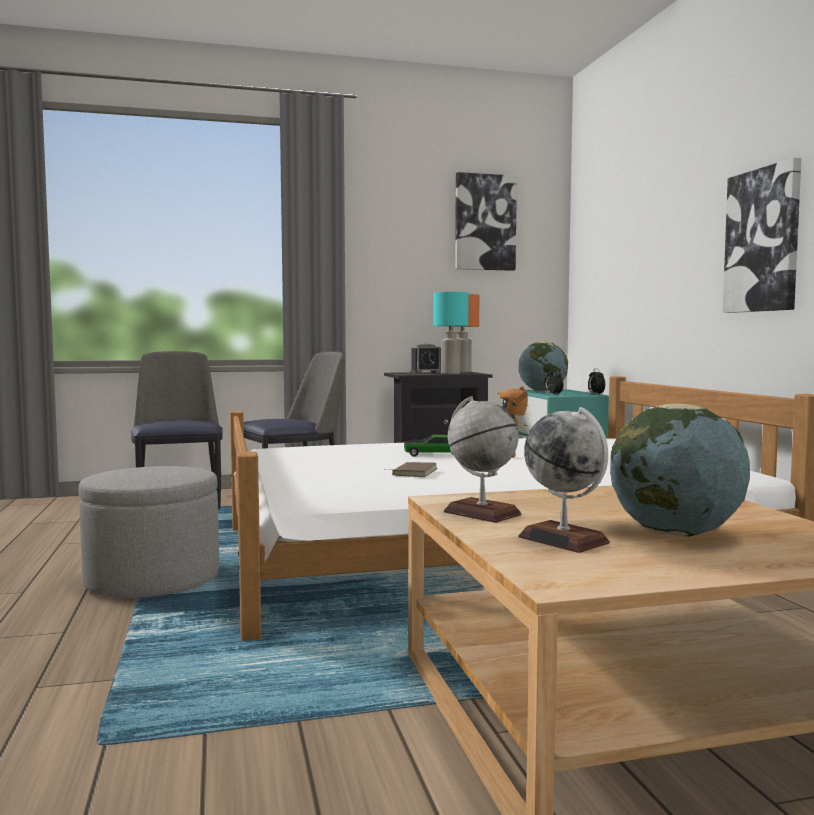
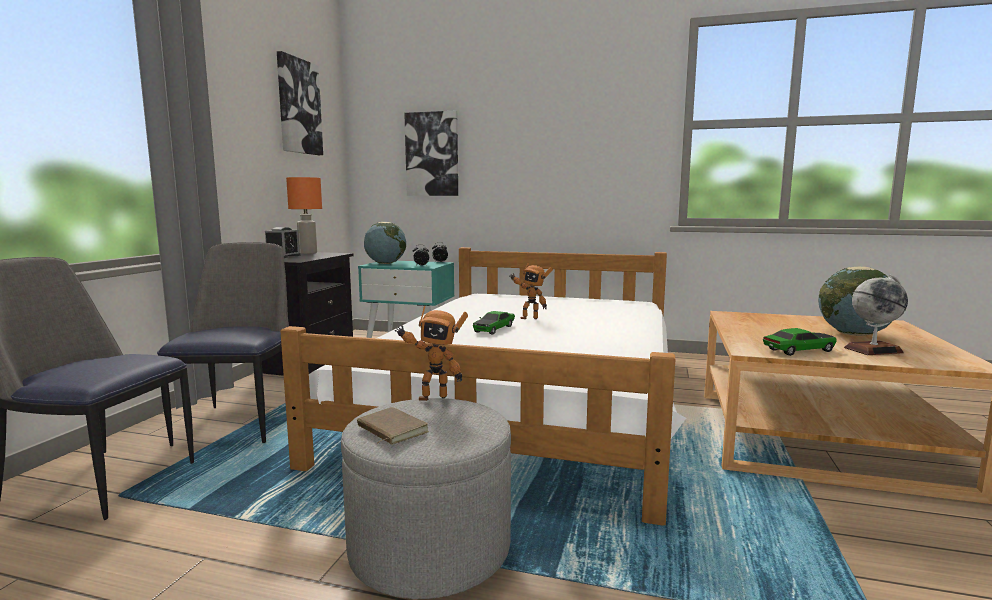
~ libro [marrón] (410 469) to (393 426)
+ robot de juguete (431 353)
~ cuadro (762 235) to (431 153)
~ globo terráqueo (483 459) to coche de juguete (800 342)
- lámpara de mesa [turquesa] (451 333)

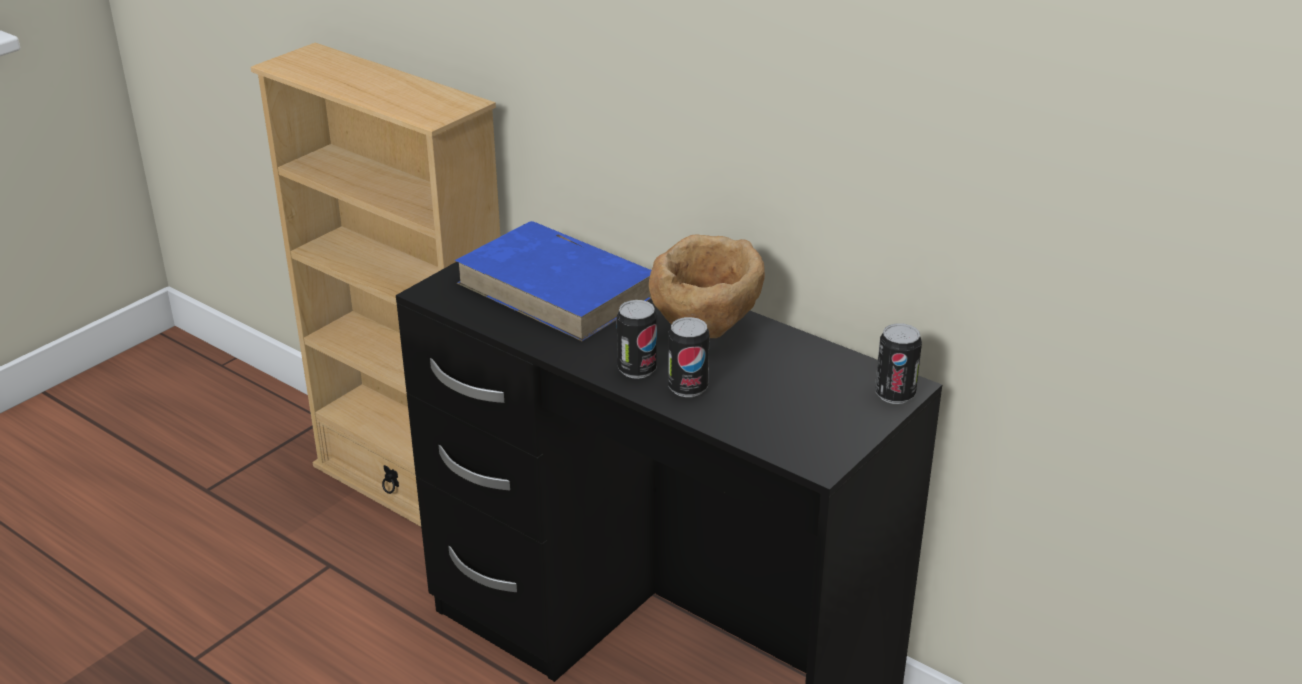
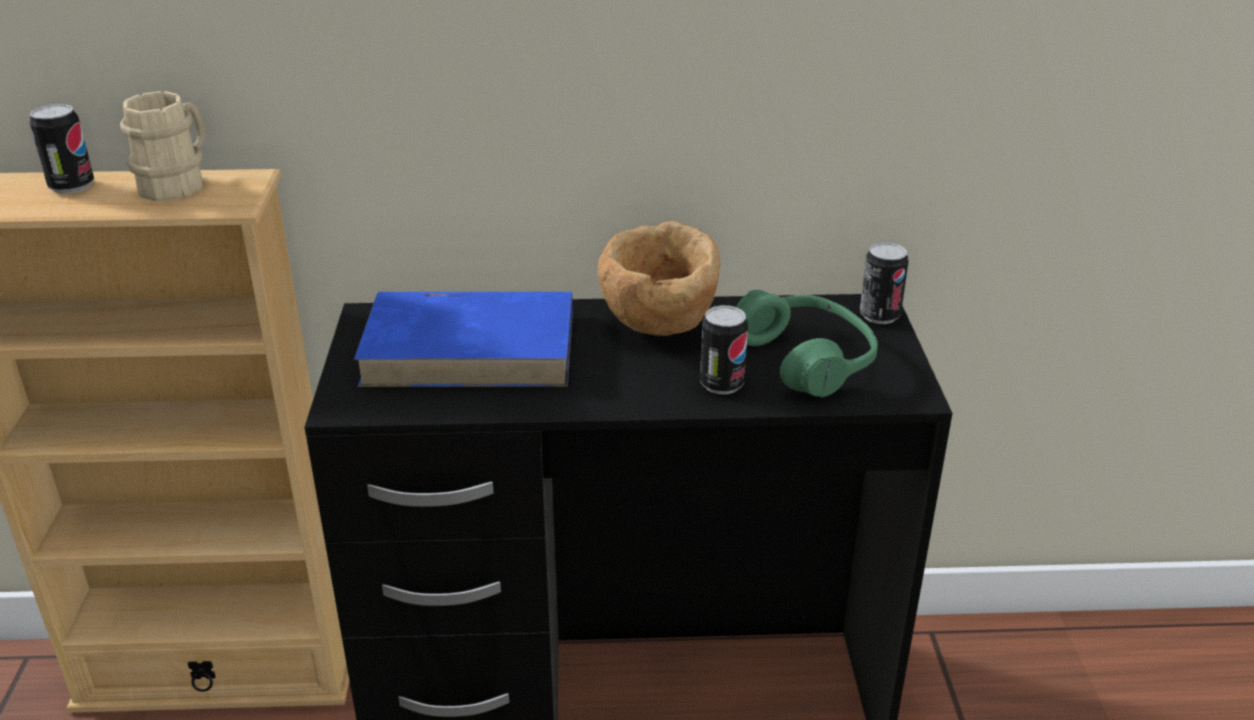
~ lata (637 339) to (61 149)
+ taza grande [beis] (162 146)
+ auriculares [verde] (807 343)

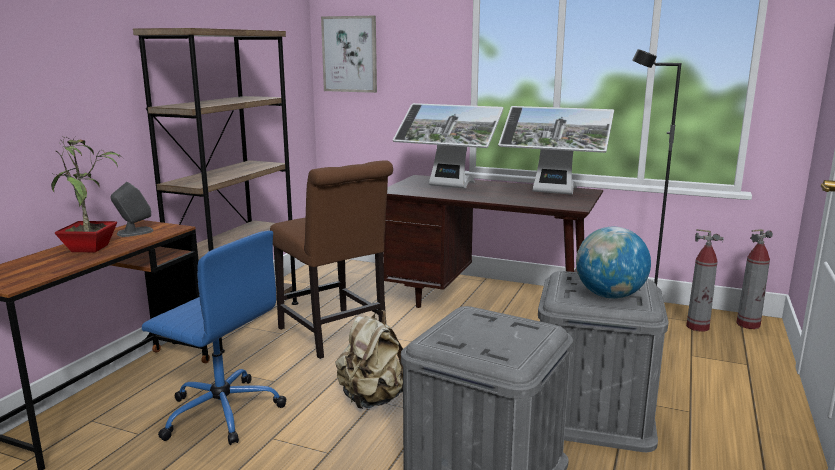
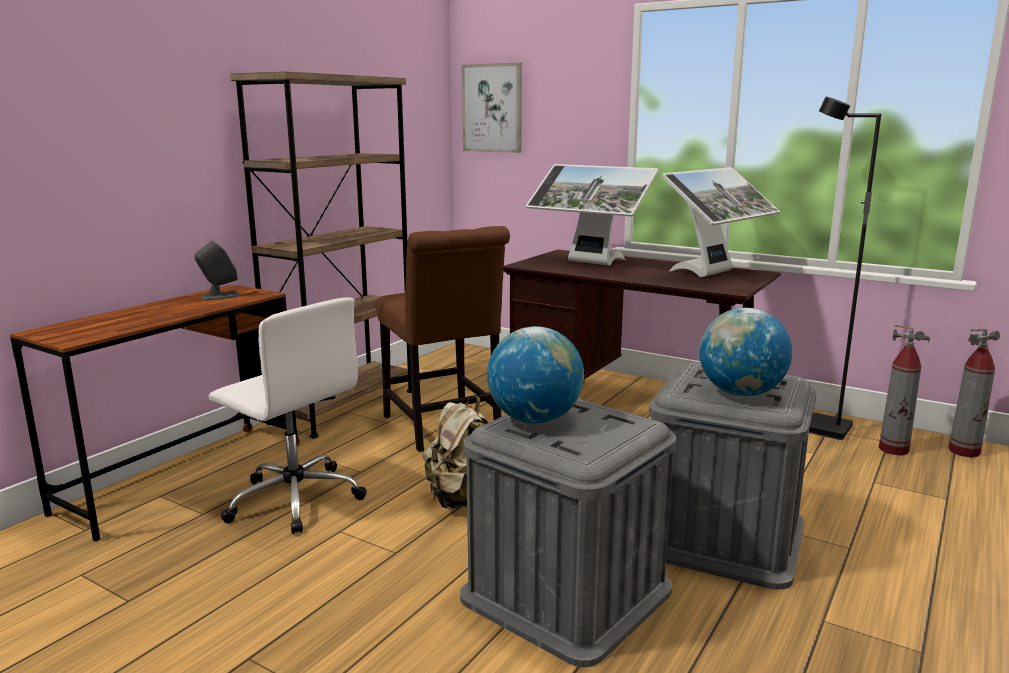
~ silla de oficina [azul] (214 338) to silla de oficina [blanco] (288 415)
+ globo terráqueo (535 375)
~ monitor (556 150) = (721 222) 75 degrees counterclockwise
- planta en maceta (87 194)

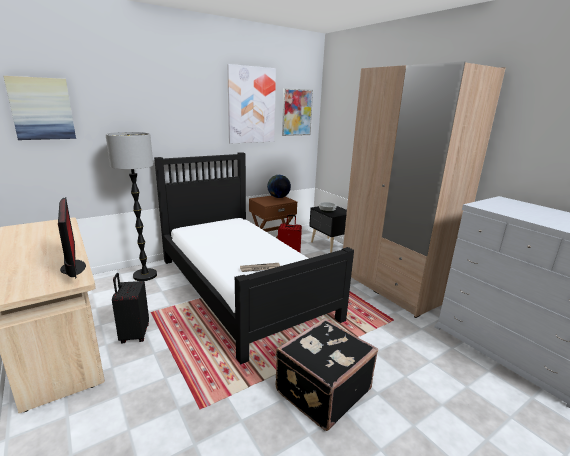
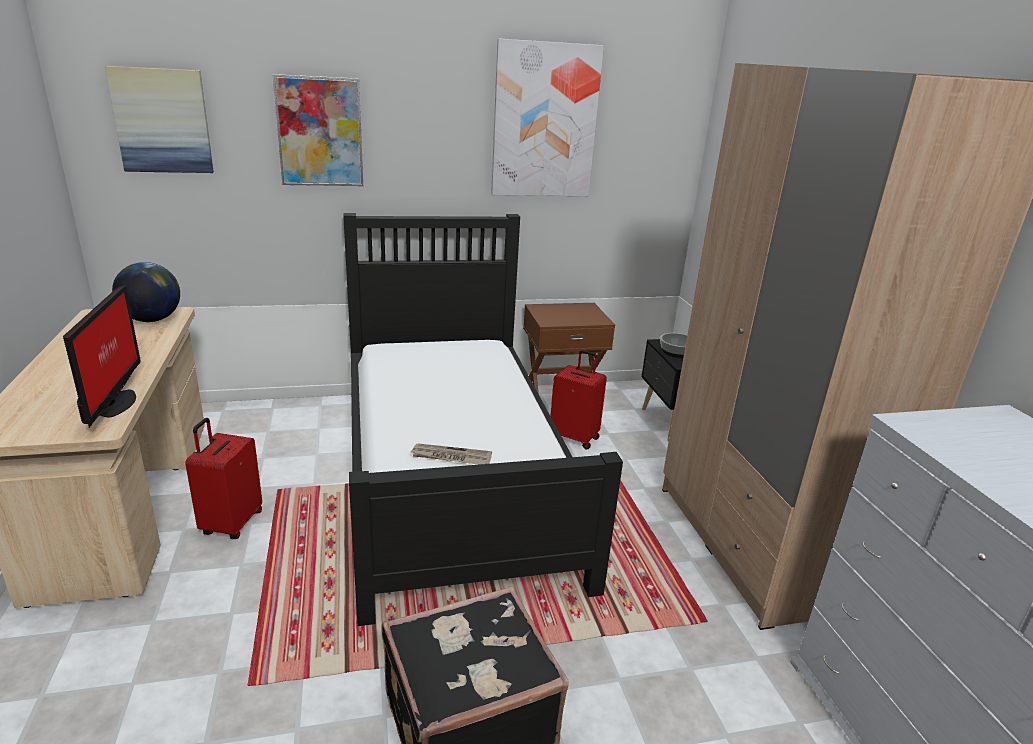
~ globo terráqueo (279 186) to (146 292)
~ maleta [negro] (130 308) to maleta [rojo] (223 478)
~ cuadro (297 112) to (317 130)
- lámpara de pie (131 206)

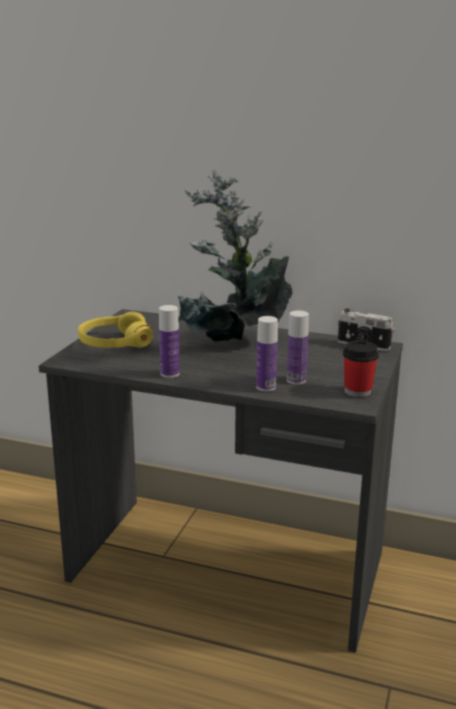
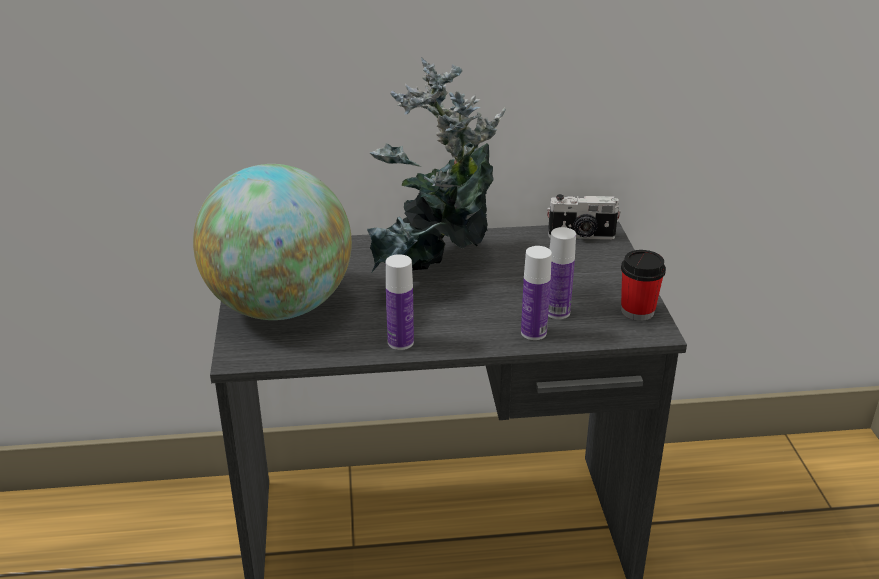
~ auriculares [amarillo] (115 330) to globo terráqueo (272 242)

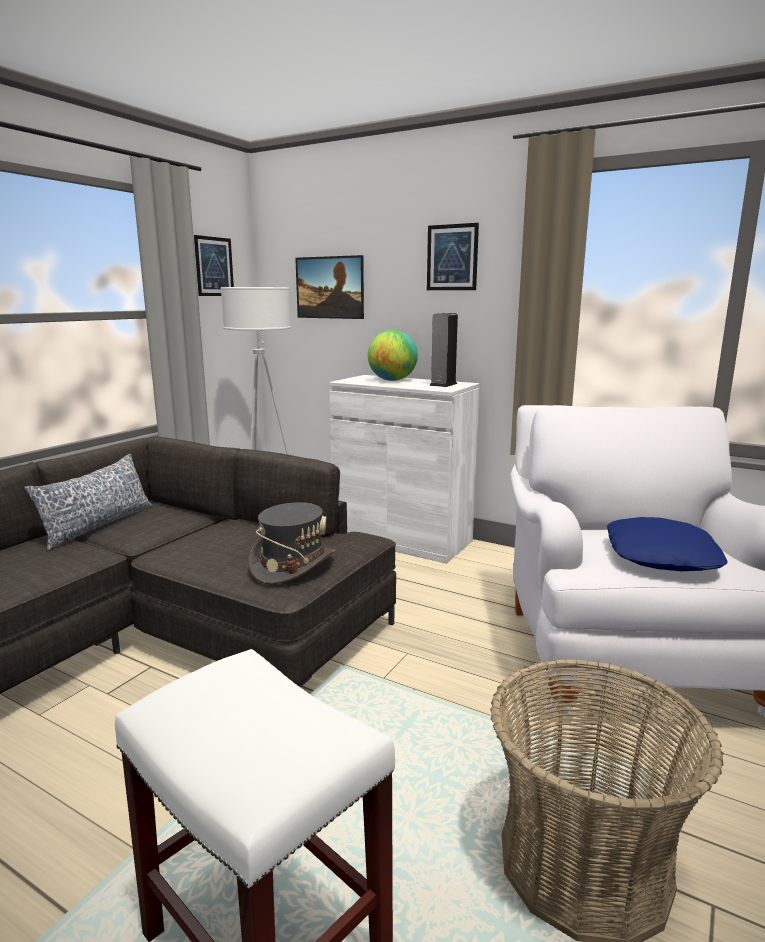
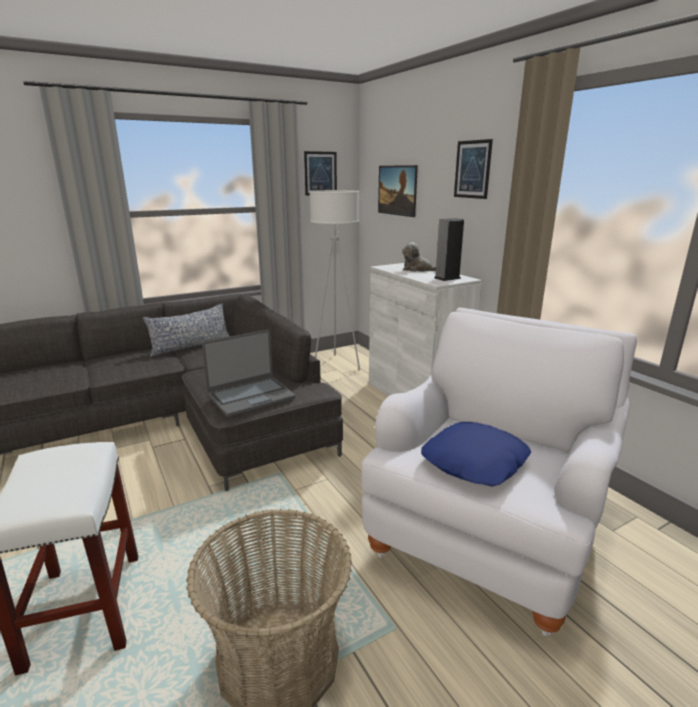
~ sombrero [gris] (291 543) to portátil (248 373)
~ globo terráqueo (393 355) to peluche (419 257)

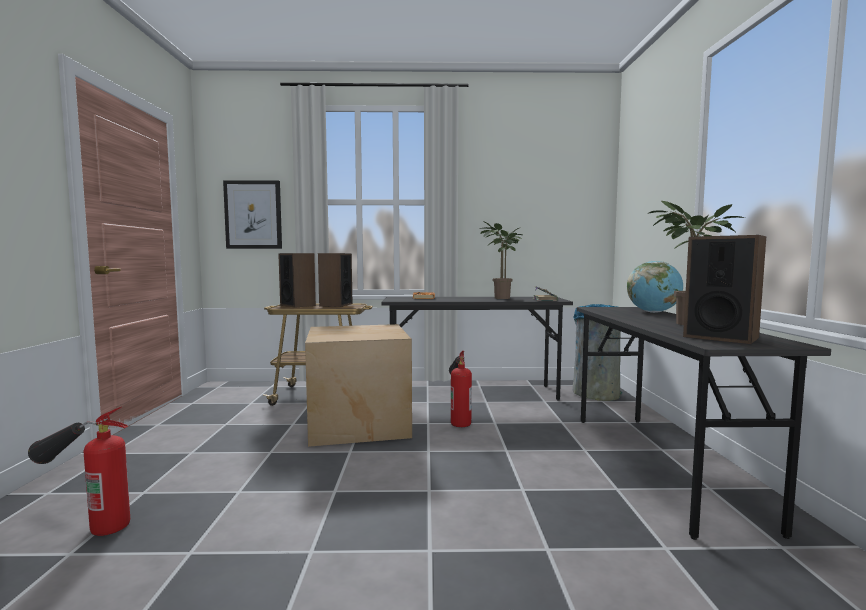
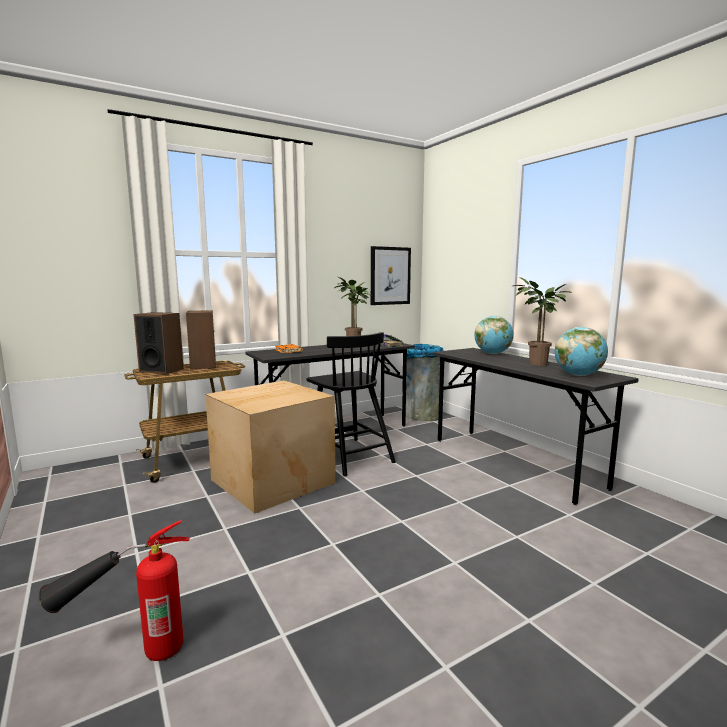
~ extintor (460 389) to silla [negro] (351 404)
~ cuadro (252 214) to (391 275)
~ altavoz (724 289) to globo terráqueo (581 351)

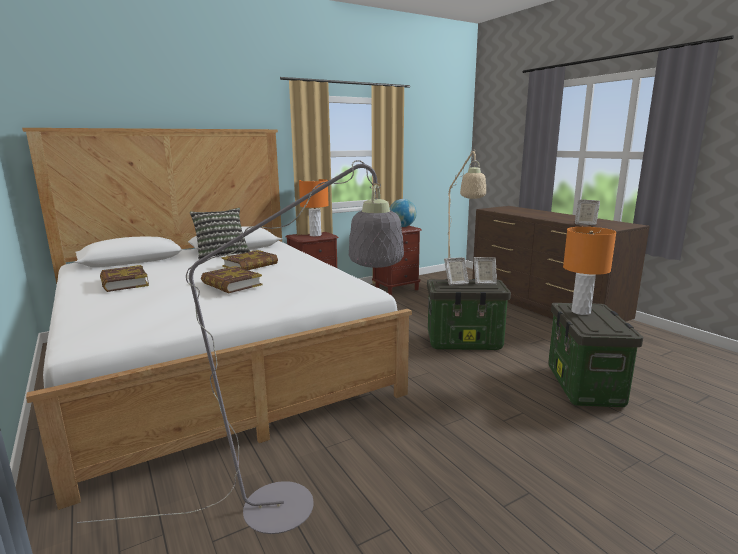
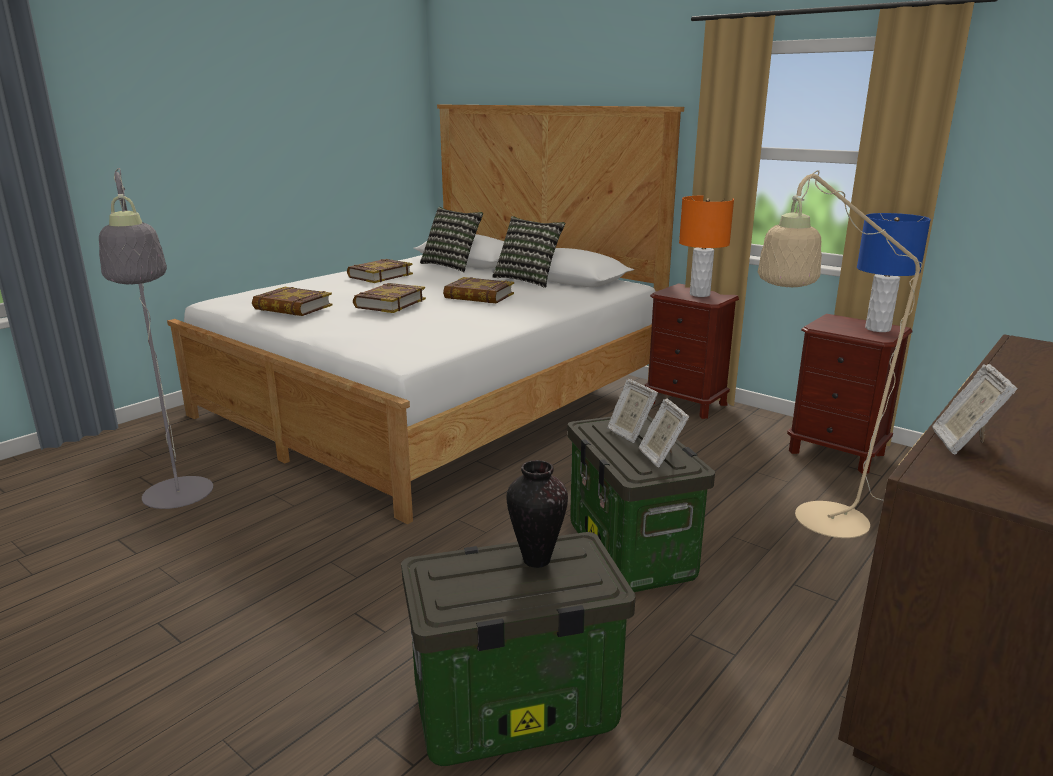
+ libro (292 301)
+ cojín (451 239)
~ lámpara de mesa [naranja] (589 271) to florero (537 514)
~ globo terráqueo (403 213) to lámpara de mesa [azul] (894 272)

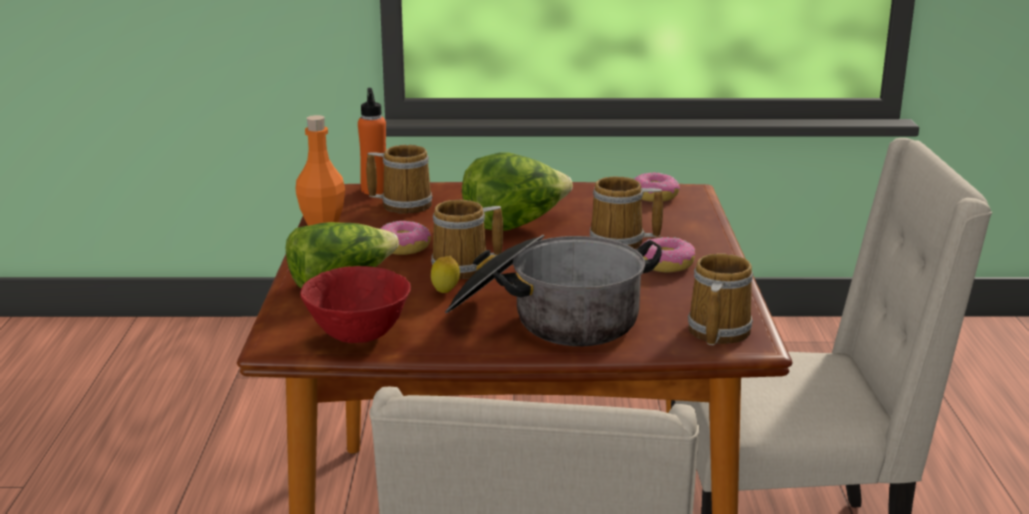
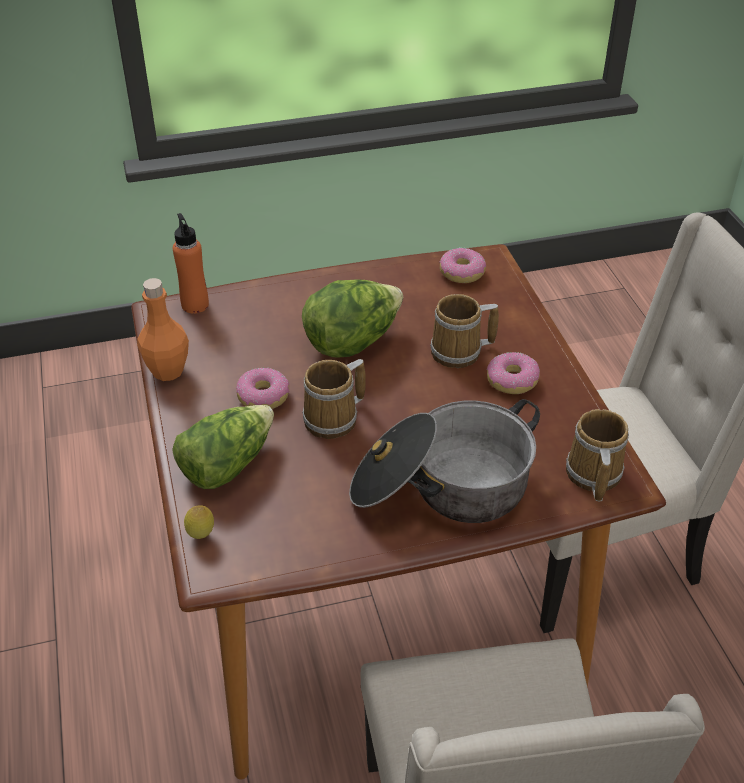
~ limón (445 274) to (199 522)
- cuenco [rojo] (355 304)
- taza grande (399 179)

